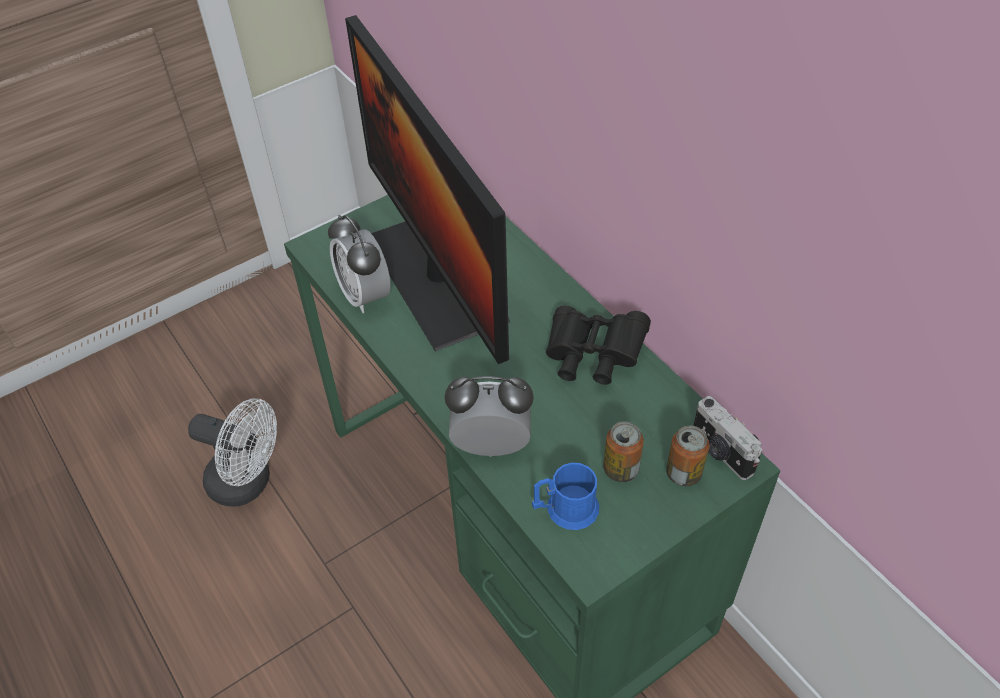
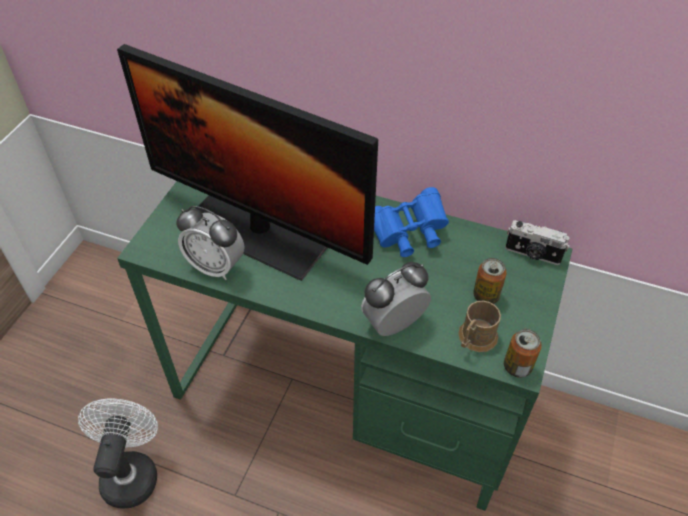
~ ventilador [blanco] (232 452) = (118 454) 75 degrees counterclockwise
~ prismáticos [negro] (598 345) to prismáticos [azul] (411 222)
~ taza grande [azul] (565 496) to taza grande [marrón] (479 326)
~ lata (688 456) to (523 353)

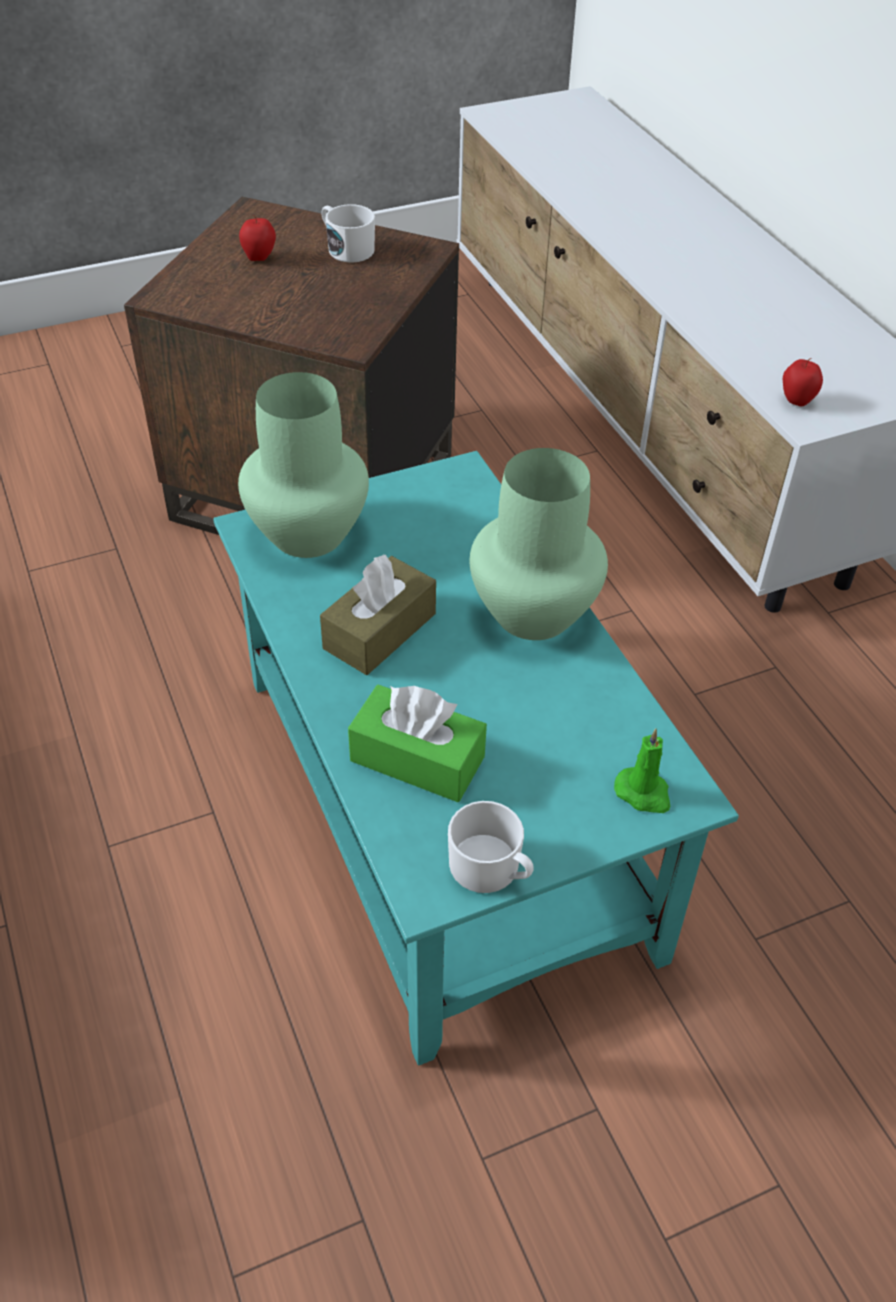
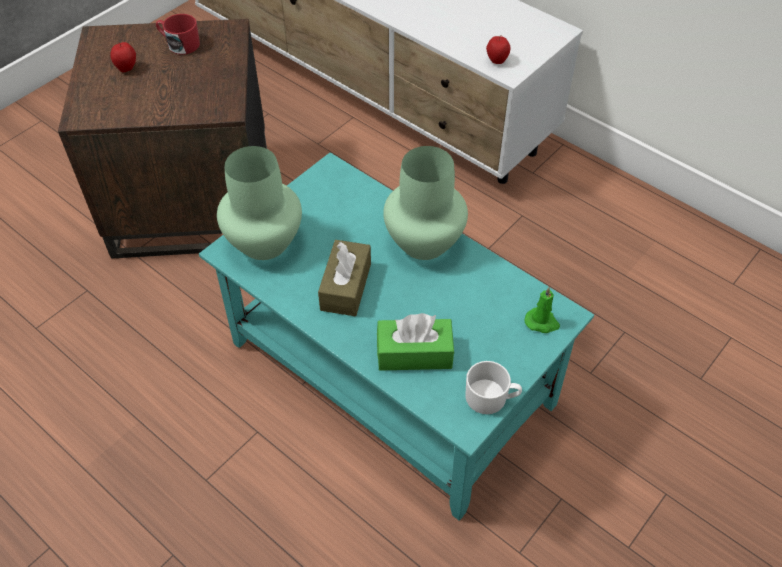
~ taza grande [blanco] (348 233) to taza grande [rojo] (178 34)

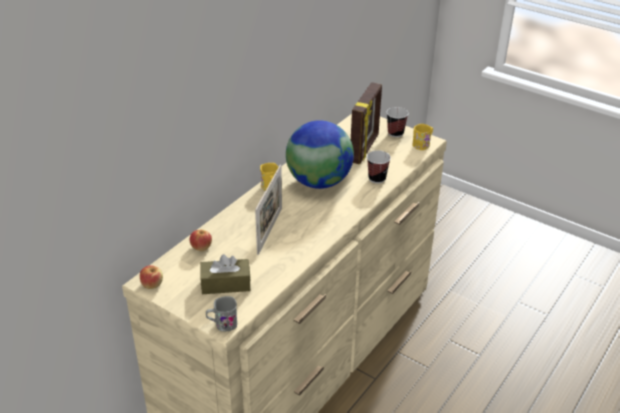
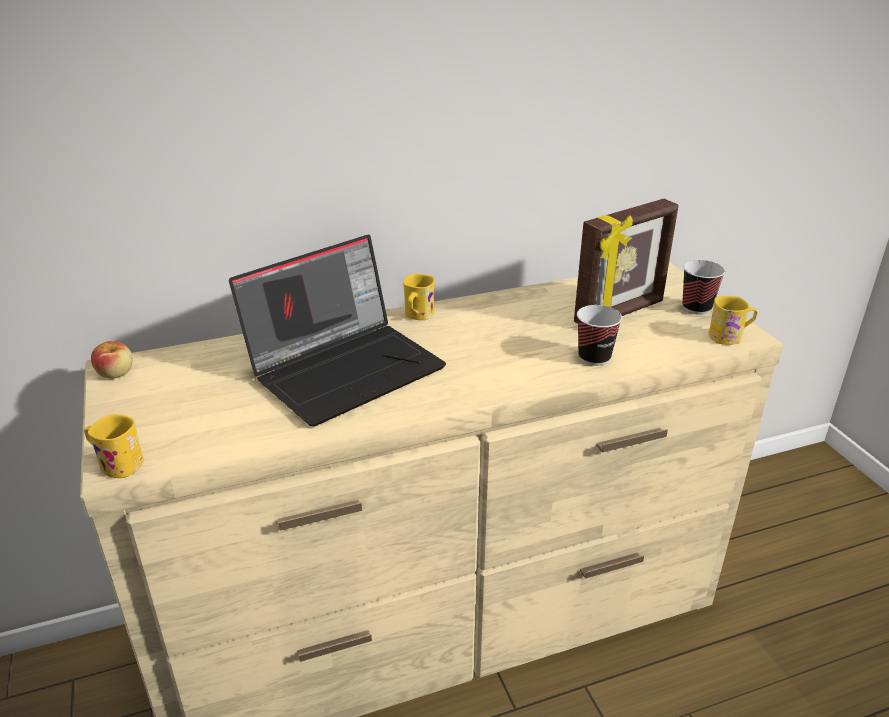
~ taza grande [gris] (221 313) to taza grande [amarillo] (114 446)
~ portarretratos (268 210) to portátil (337 330)
- manzana (200 240)
- caja de pañuelos [marrón] (225 274)
- globo terráqueo (320 154)

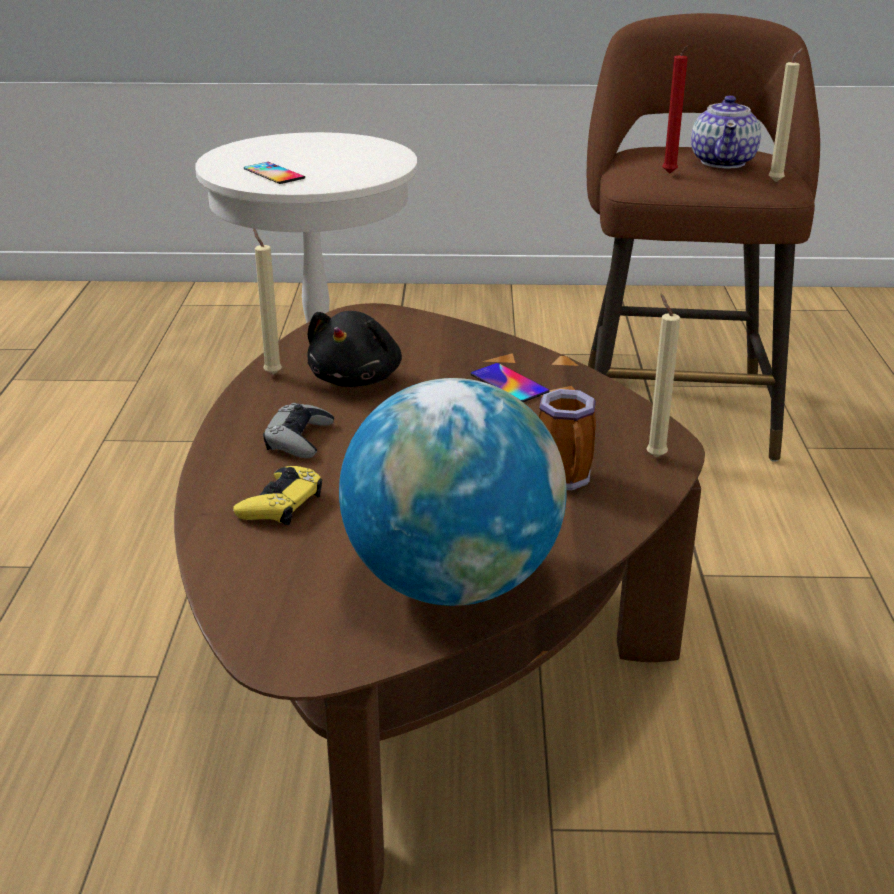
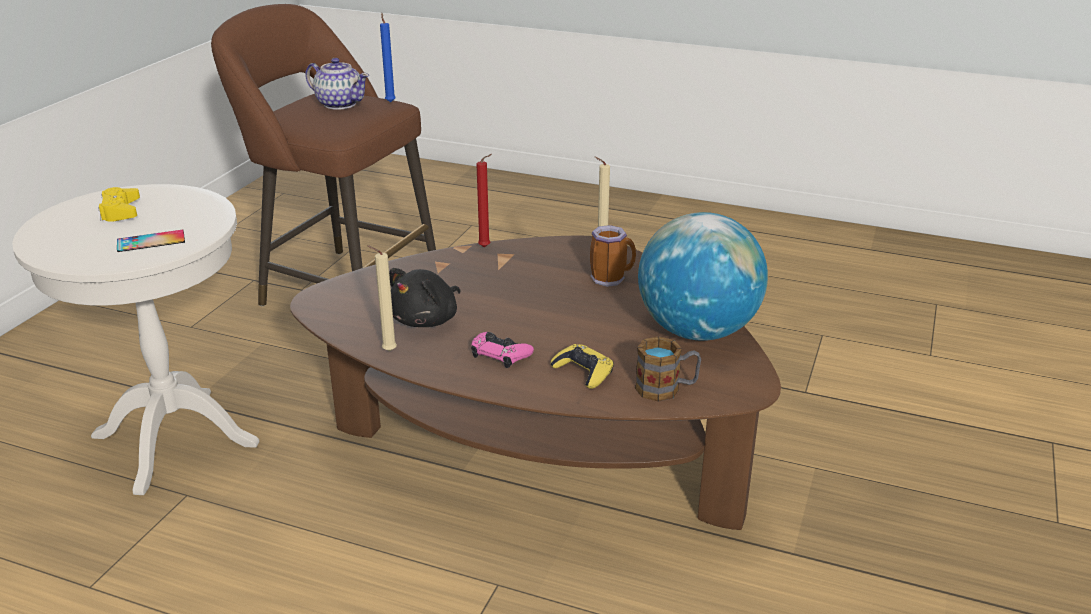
+ mando de consola [amarillo] (119 204)
~ vela [beis] (786 115) to vela [azul] (388 58)
~ peluche [negro] (354 349) = (425 297) 90 degrees clockwise
~ mando de consola [gris] (298 430) to mando de consola [rosa] (502 350)
~ vela [rojo] (675 109) to (484 201)
+ taza grande (668 369)
- móvil (510 382)

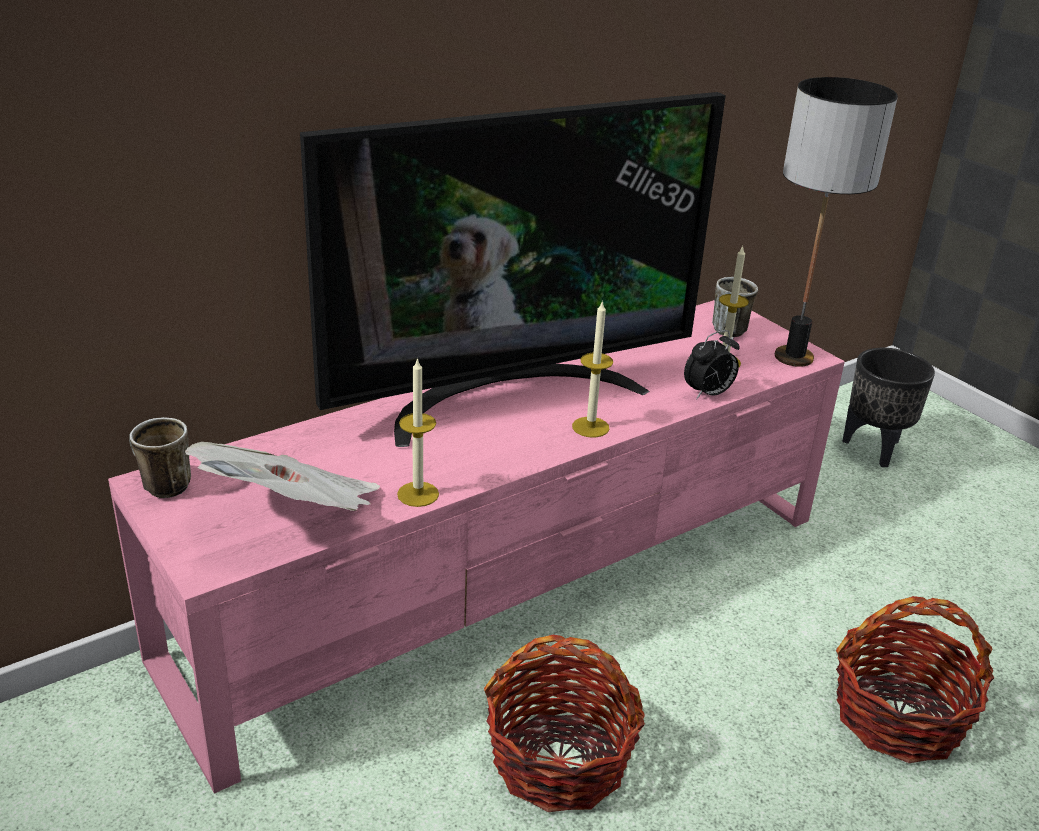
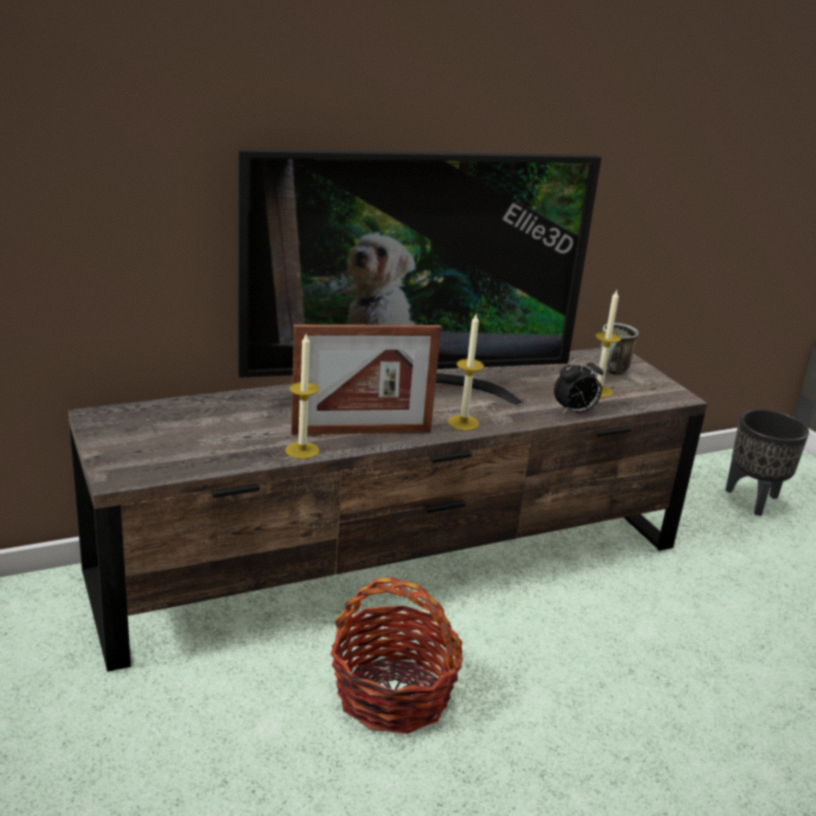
~ mueble de televisión [rosa] (476 547) to mueble de televisión [marrón] (387 510)
+ portarretratos (366 379)
- taza grande (160 457)
- periódico (282 476)
- lámpara de mesa (836 222)
- cesta (915 679)

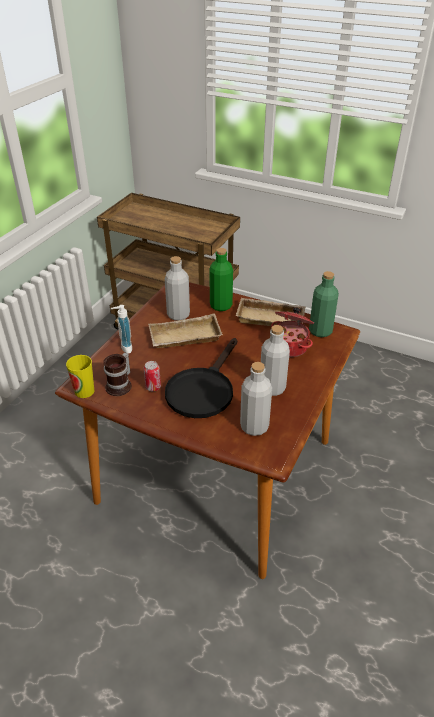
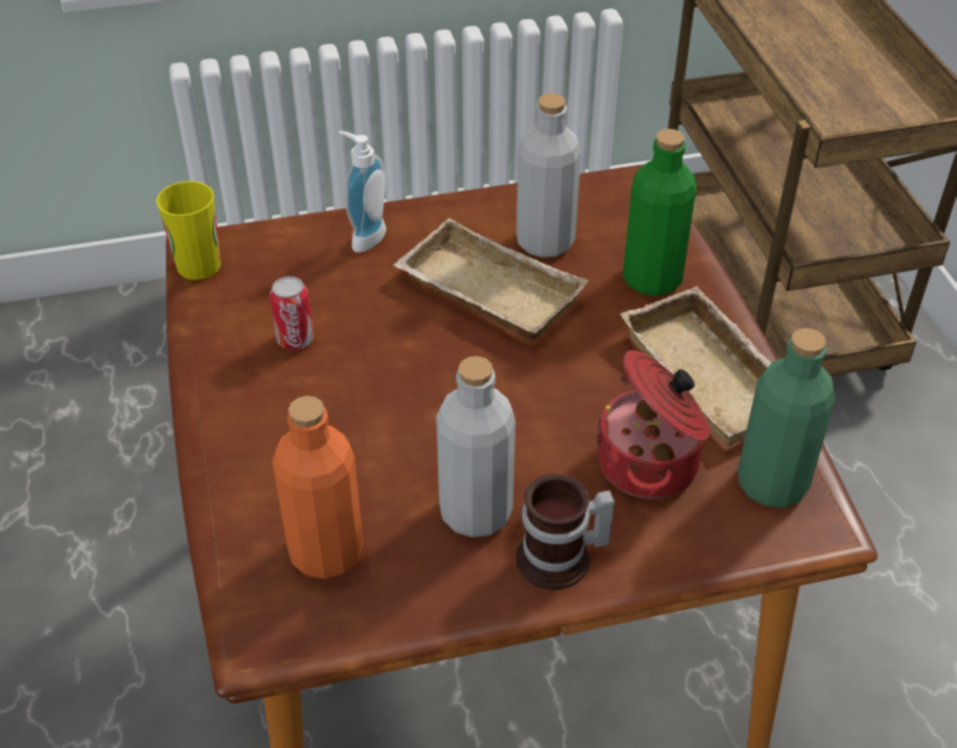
~ botella [gris] (256 399) to botella [naranja] (318 487)
~ taza grande (117 374) to (565 532)
- sartén [negro] (201 378)

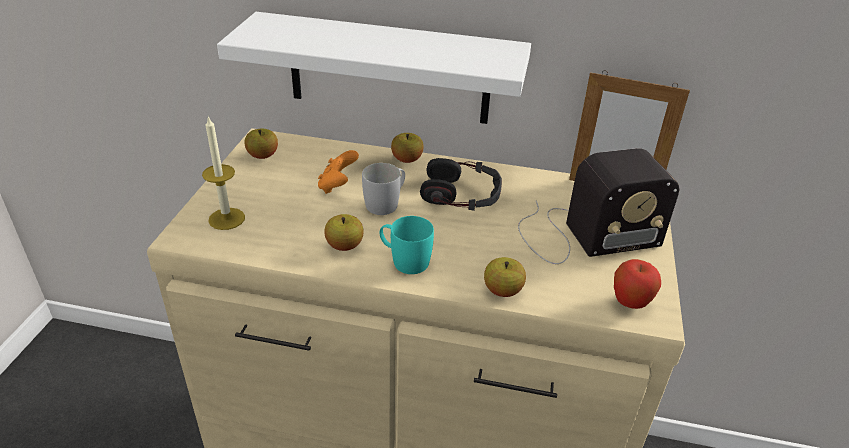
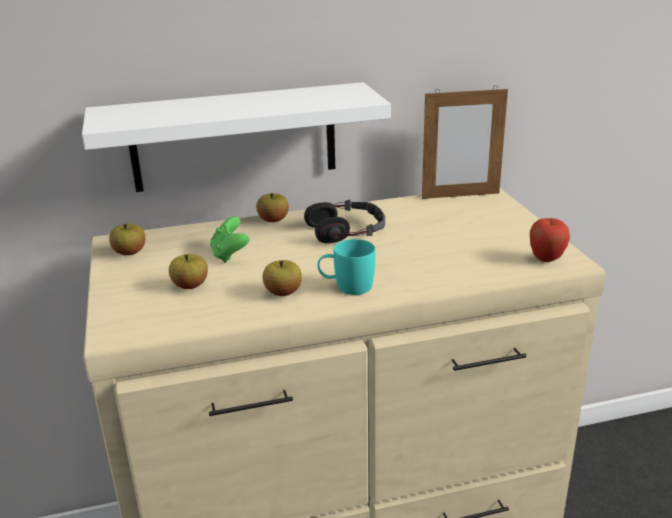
~ manzana (505 277) to (188 271)
~ mando de consola [naranja] (338 172) to mando de consola [verde] (229 239)
- vela (223 173)
- taza grande [blanco] (383 189)
- radio (599 206)

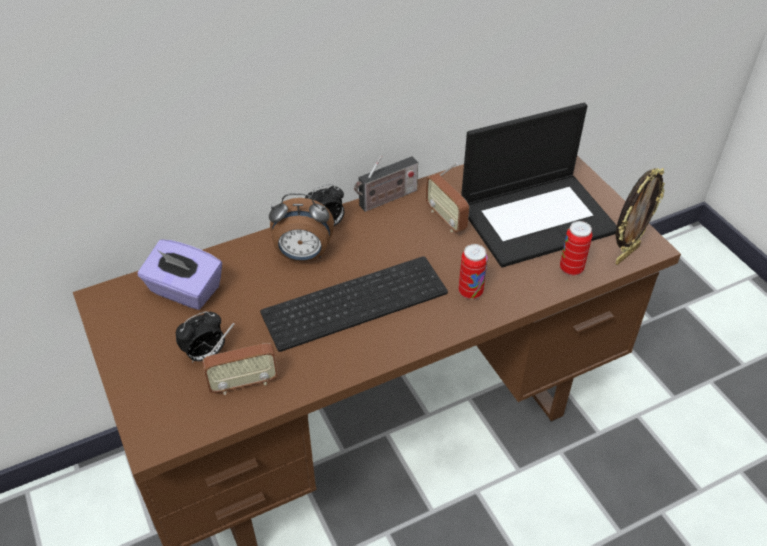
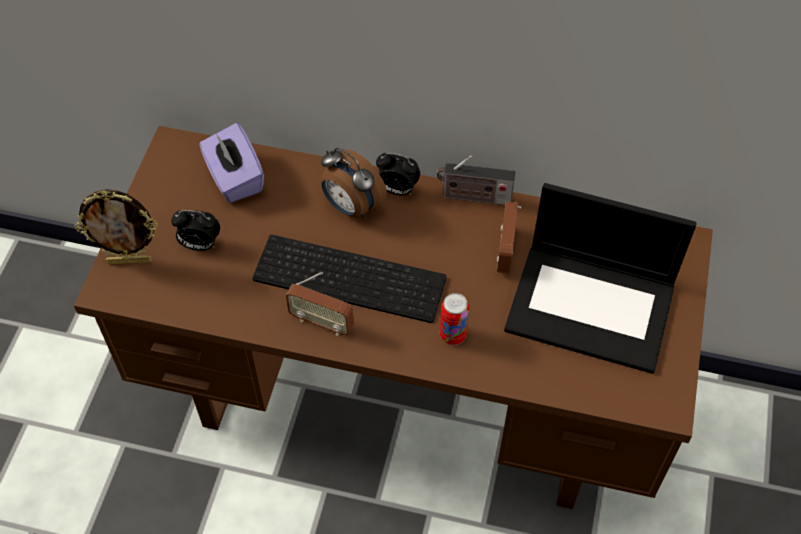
~ portarretratos (640 216) to (116 227)
~ radio (240 359) to (320 304)
- lata (576 248)

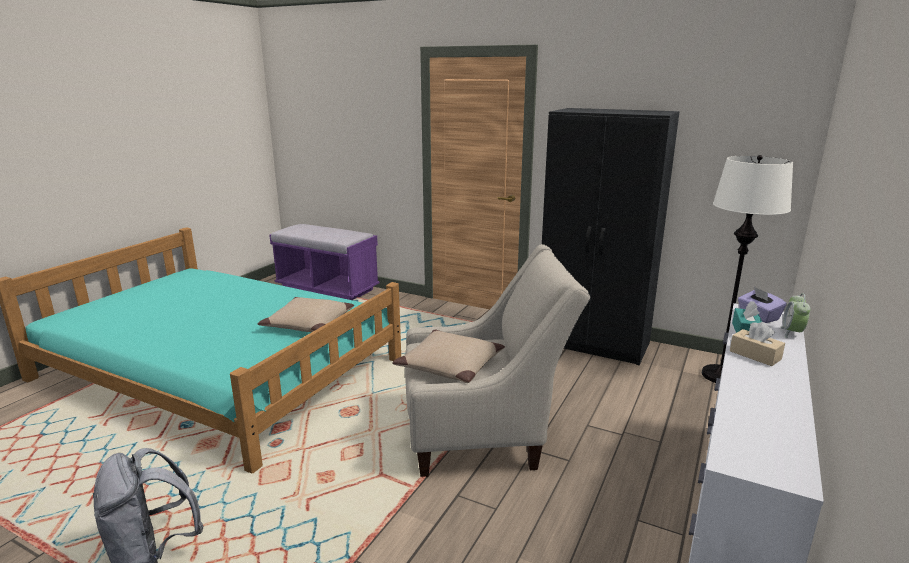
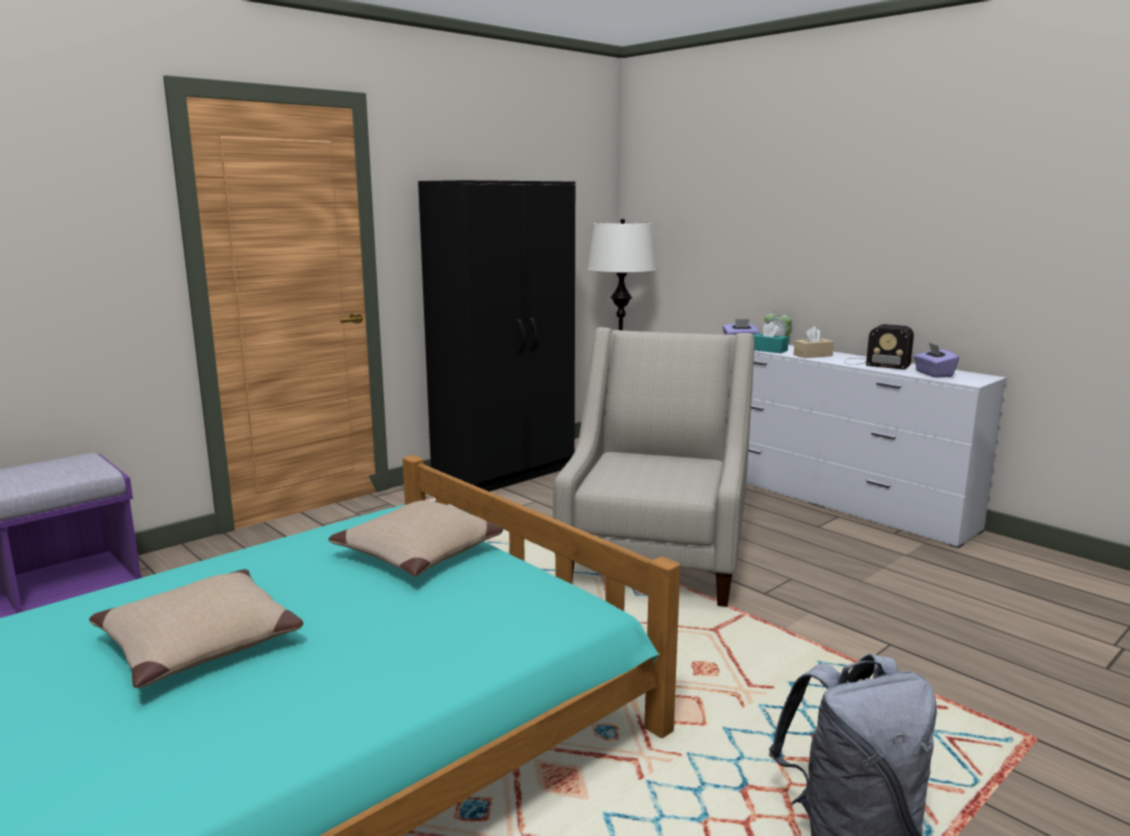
~ cojín [beis] (448 356) to (196 628)
+ radio (879 347)
+ caja de pañuelos [morado] (936 360)

